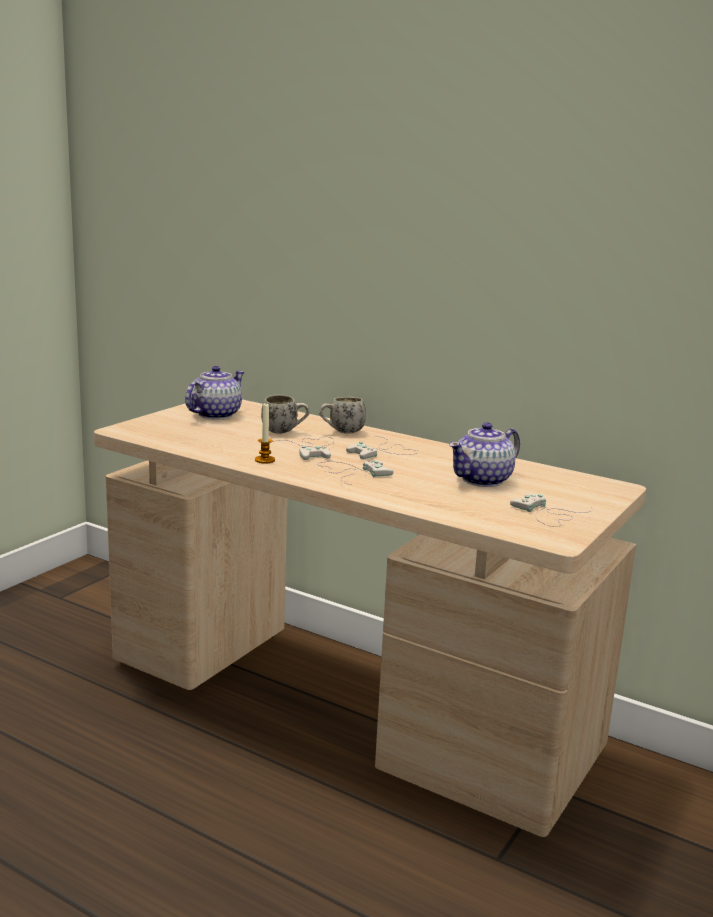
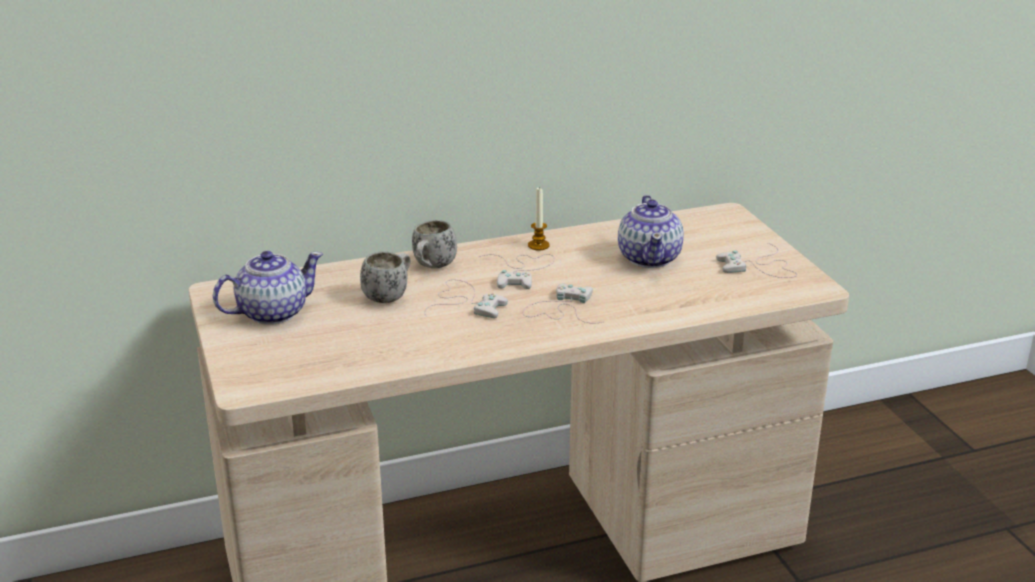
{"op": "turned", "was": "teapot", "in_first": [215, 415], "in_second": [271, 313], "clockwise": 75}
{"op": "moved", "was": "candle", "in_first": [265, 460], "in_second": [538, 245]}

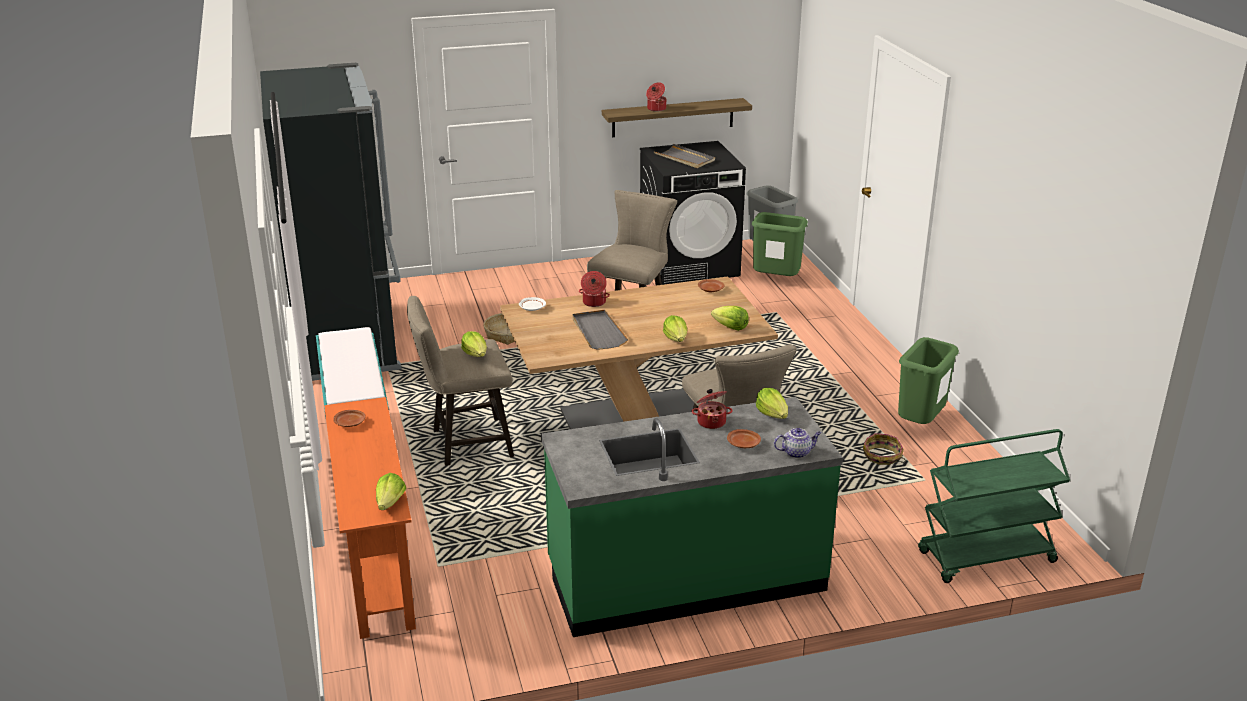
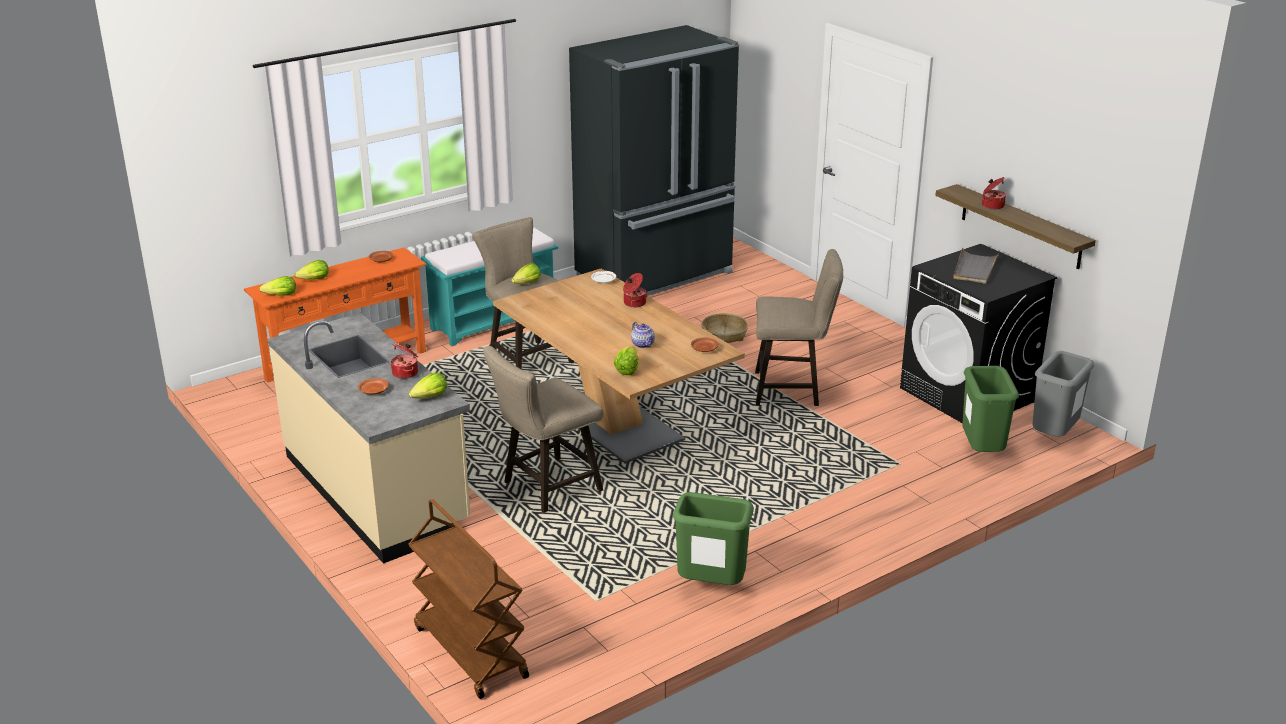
{"op": "recoloured", "was": "green counter", "now": "beige counter", "in_first": [685, 578], "in_second": [377, 491]}
{"op": "moved", "was": "lettuce", "in_first": [676, 339], "in_second": [314, 280]}
{"op": "recoloured", "was": "green cart", "now": "brown cart", "in_first": [986, 558], "in_second": [469, 652]}
{"op": "moved", "was": "teapot", "in_first": [796, 452], "in_second": [643, 344]}
{"op": "removed", "was": "grey tray", "in_first": [598, 332]}
{"op": "removed", "was": "basket", "in_first": [882, 457]}

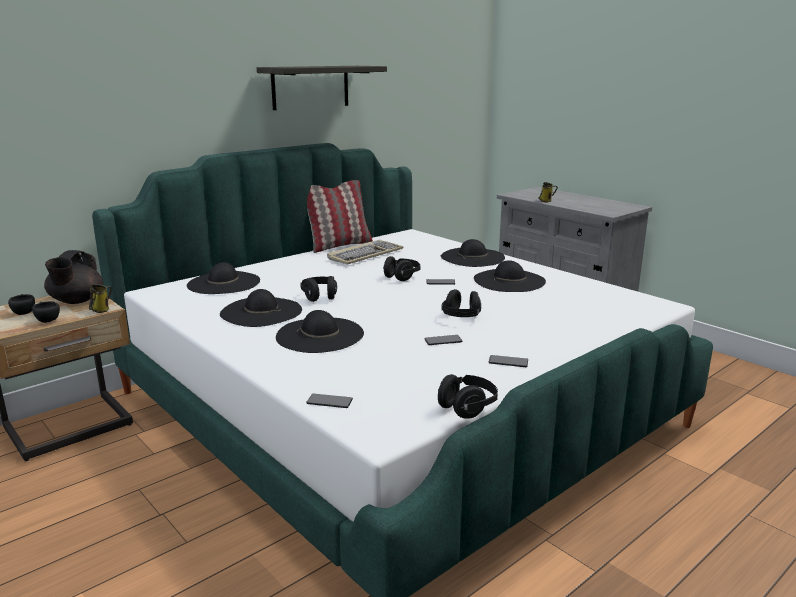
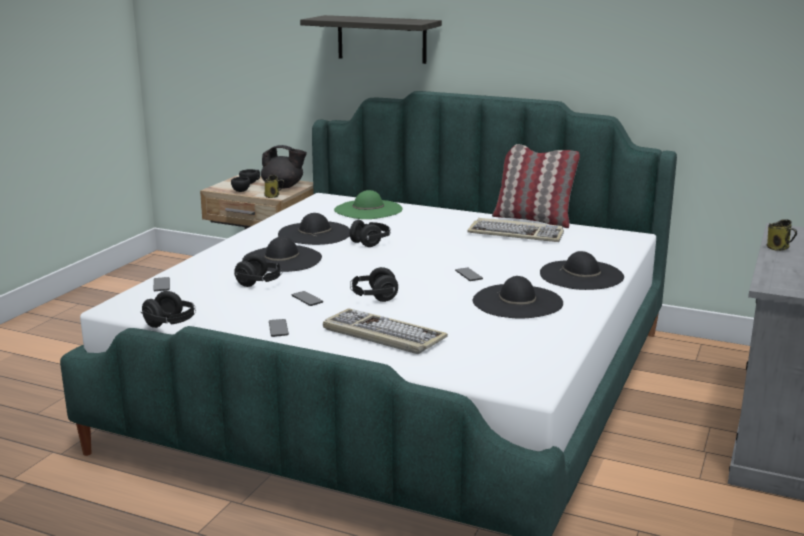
{"op": "moved", "was": "black headphones", "in_first": [402, 277], "in_second": [260, 283]}
{"op": "turned", "was": "black teapot", "in_first": [76, 301], "in_second": [283, 187], "clockwise": -150}
{"op": "moved", "was": "shelf", "in_first": [310, 87], "in_second": [381, 39]}
{"op": "added", "now": "keyboard", "in_second": [381, 335]}
{"op": "recoloured", "was": "black hat", "now": "green hat", "in_first": [224, 283], "in_second": [368, 210]}

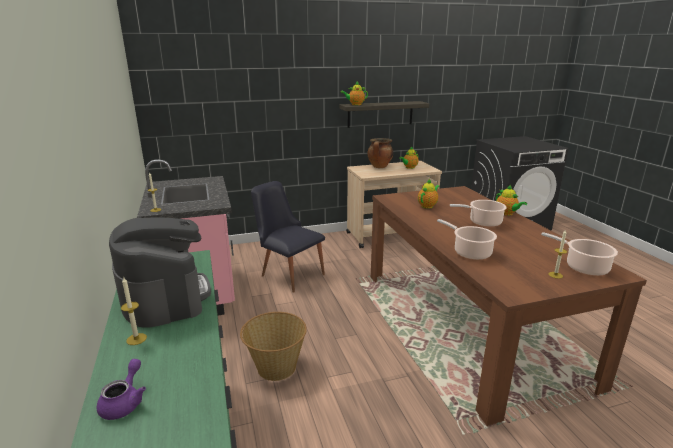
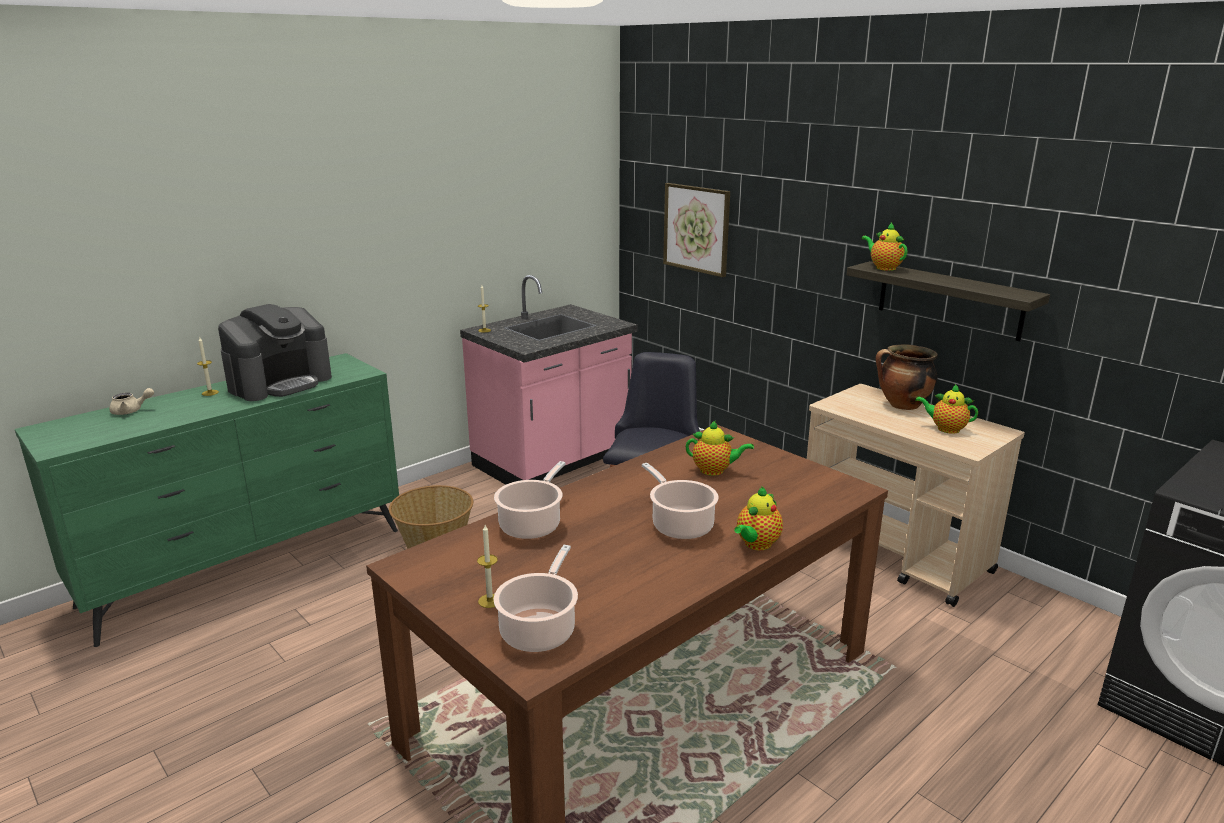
{"op": "recoloured", "was": "purple teapot", "now": "beige teapot", "in_first": [125, 402], "in_second": [131, 411]}
{"op": "added", "now": "picture", "in_second": [696, 229]}

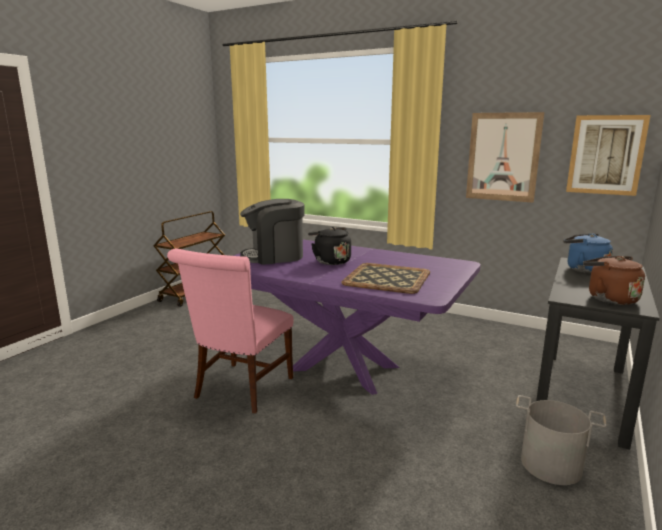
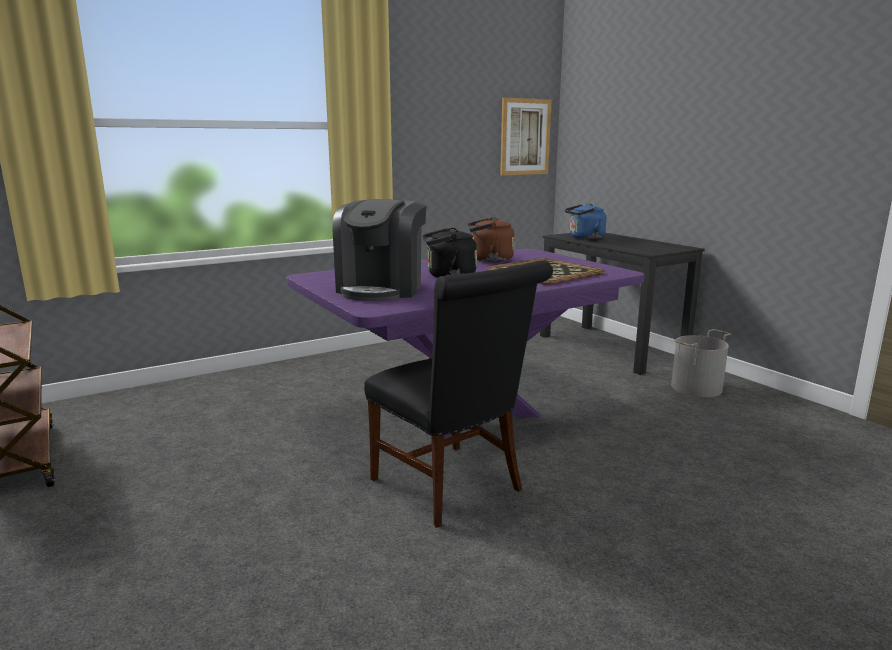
{"op": "recoloured", "was": "pink chair", "now": "black chair", "in_first": [241, 390], "in_second": [452, 487]}
{"op": "moved", "was": "brown kettle", "in_first": [609, 298], "in_second": [489, 260]}
{"op": "removed", "was": "picture", "in_first": [503, 157]}

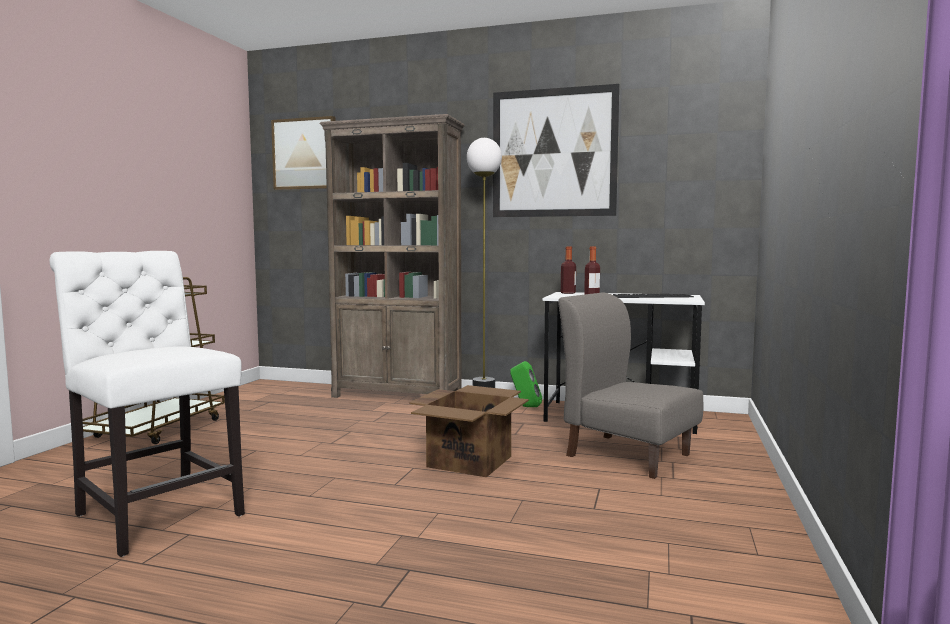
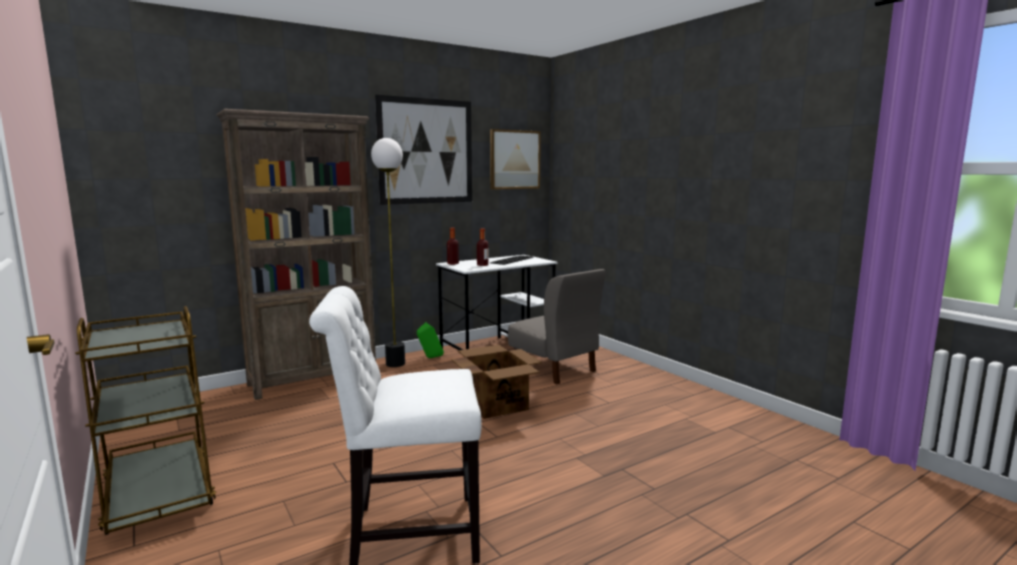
{"op": "moved", "was": "picture", "in_first": [305, 154], "in_second": [514, 159]}
{"op": "turned", "was": "grey chair", "in_first": [627, 454], "in_second": [555, 369], "clockwise": -120}

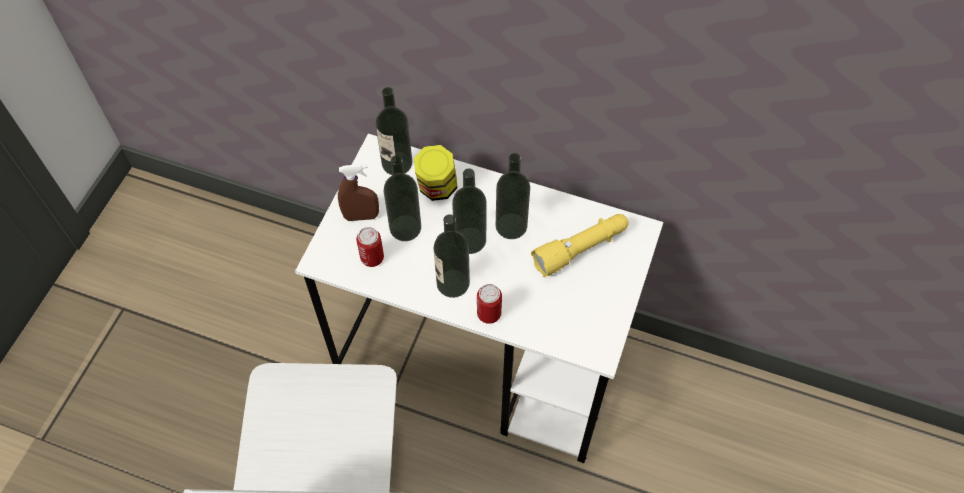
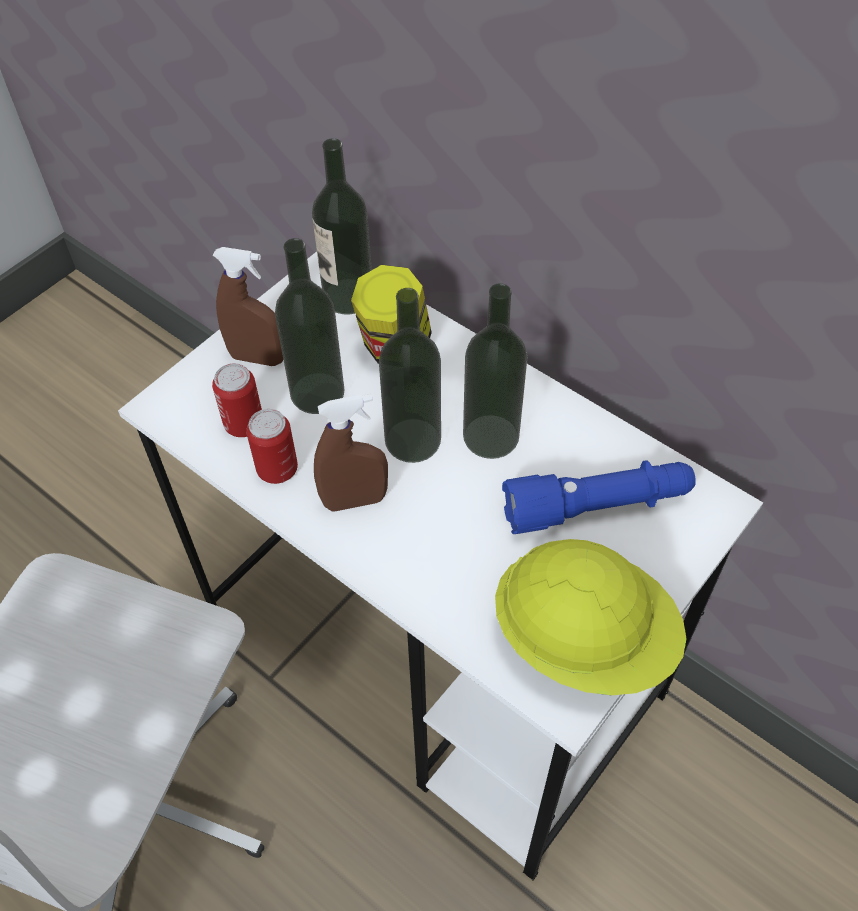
{"op": "moved", "was": "can", "in_first": [489, 314], "in_second": [277, 469]}
{"op": "replaced", "was": "bottle", "now": "brown spray bottle", "in_first": [453, 283], "in_second": [355, 500]}
{"op": "added", "now": "yellow hard hat", "in_second": [584, 638]}
{"op": "recoloured", "was": "yellow flashlight", "now": "blue flashlight", "in_first": [581, 249], "in_second": [597, 506]}

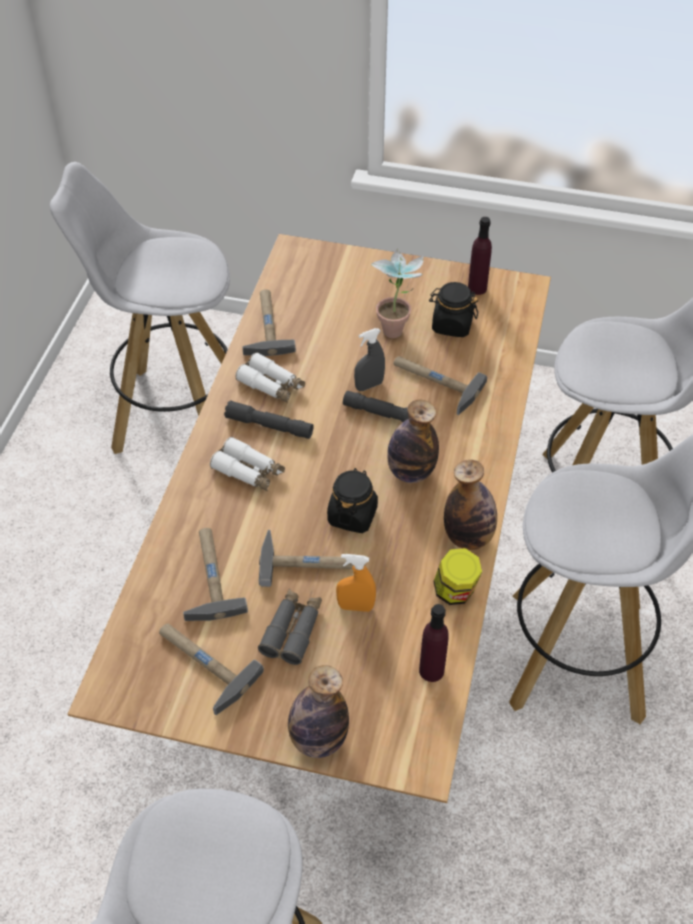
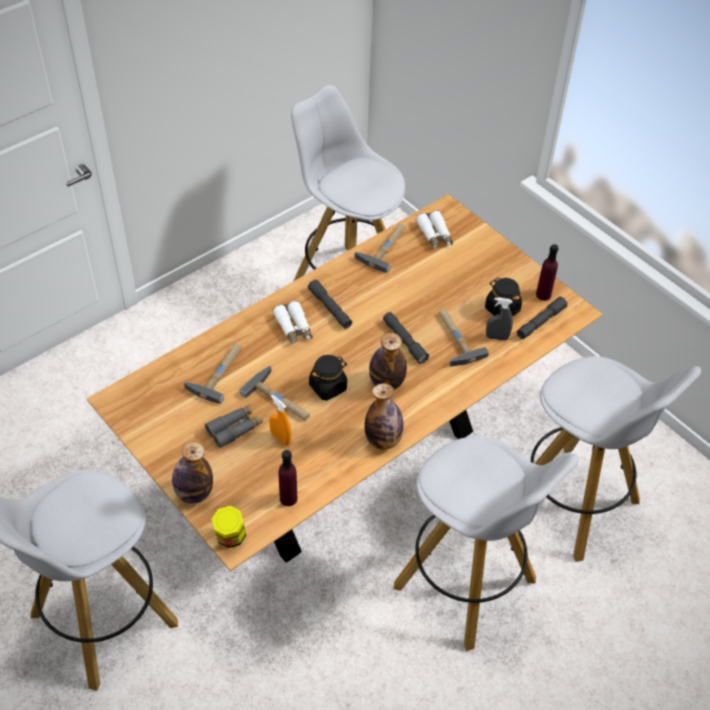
{"op": "moved", "was": "jar", "in_first": [455, 592], "in_second": [230, 537]}
{"op": "moved", "was": "white binoculars", "in_first": [271, 385], "in_second": [434, 235]}
{"op": "moved", "was": "grey spray bottle", "in_first": [369, 385], "in_second": [497, 337]}
{"op": "added", "now": "grey flashlight", "in_second": [540, 322]}
{"op": "removed", "was": "hammer", "in_first": [201, 664]}
{"op": "removed", "was": "potted plant", "in_first": [396, 327]}

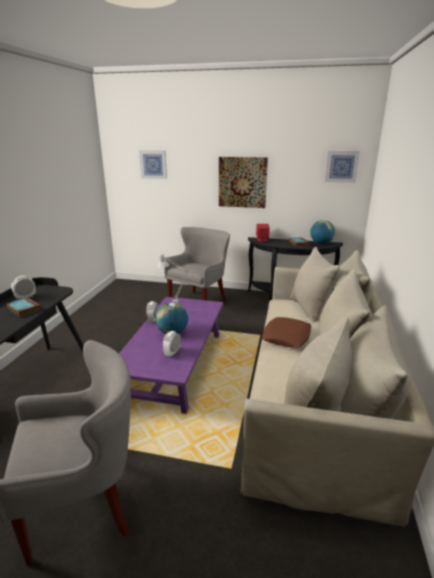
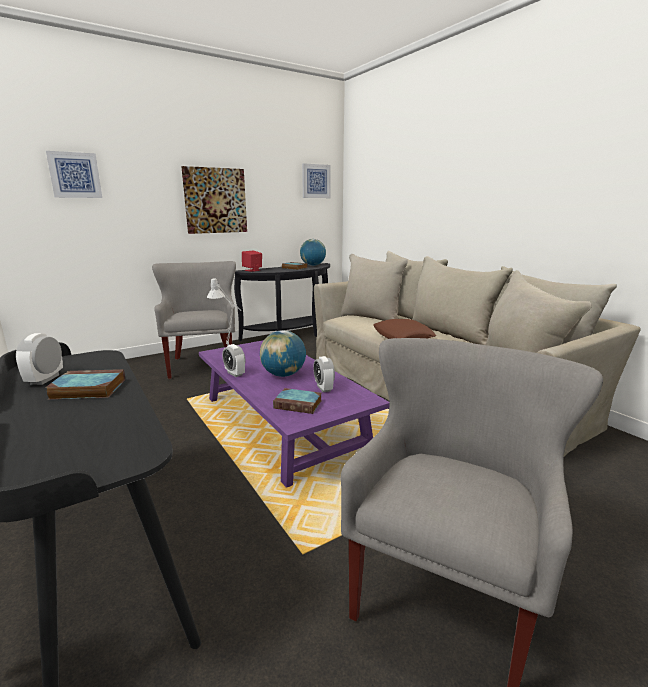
{"op": "added", "now": "book", "in_second": [299, 404]}

